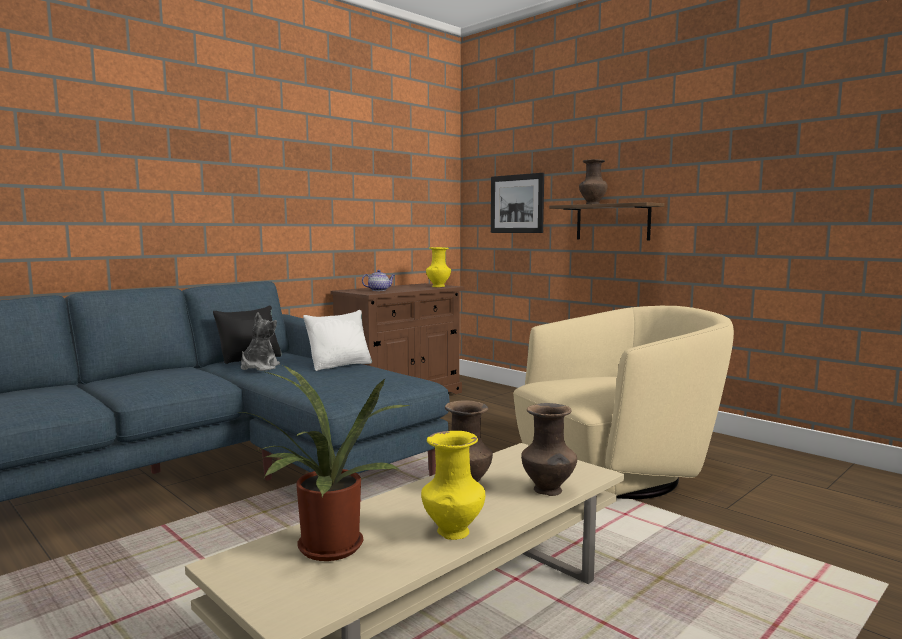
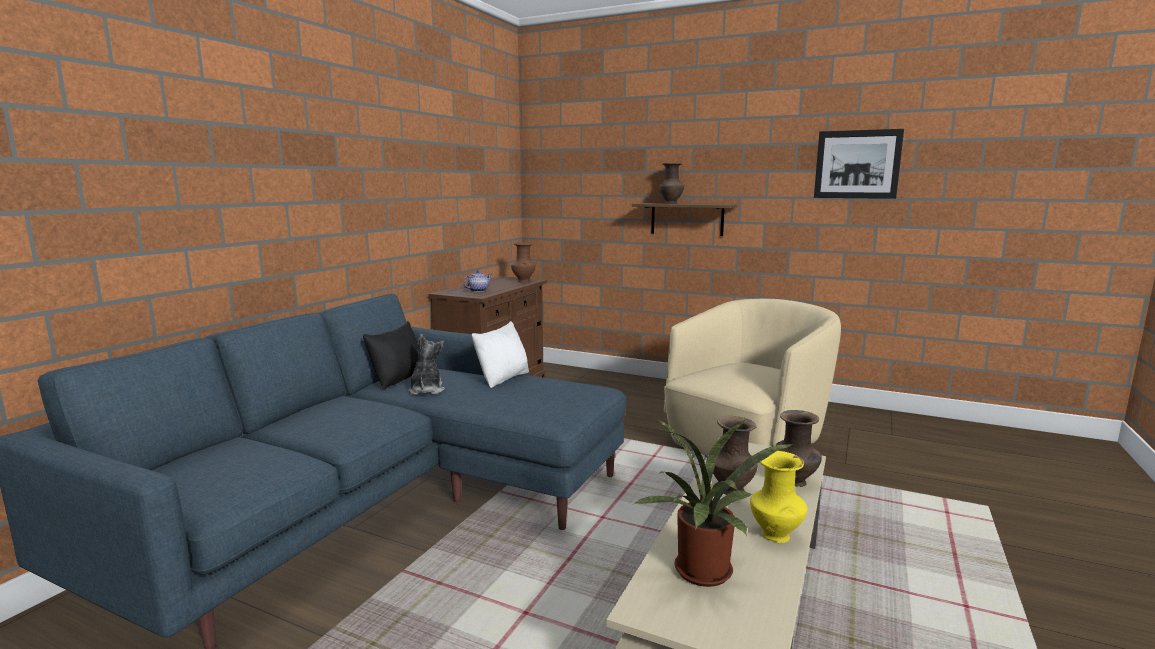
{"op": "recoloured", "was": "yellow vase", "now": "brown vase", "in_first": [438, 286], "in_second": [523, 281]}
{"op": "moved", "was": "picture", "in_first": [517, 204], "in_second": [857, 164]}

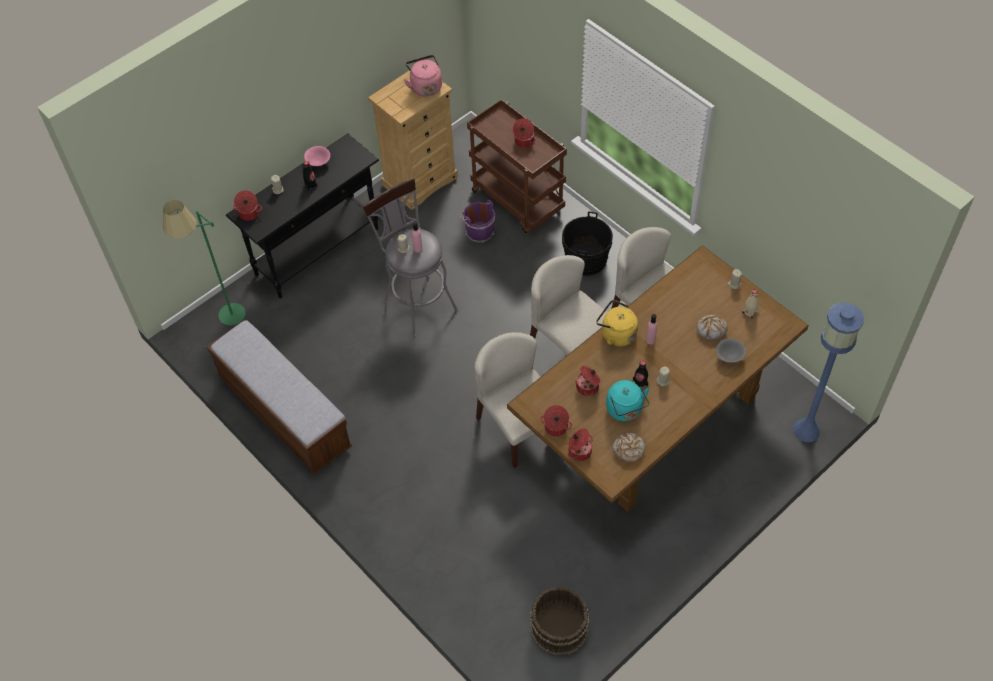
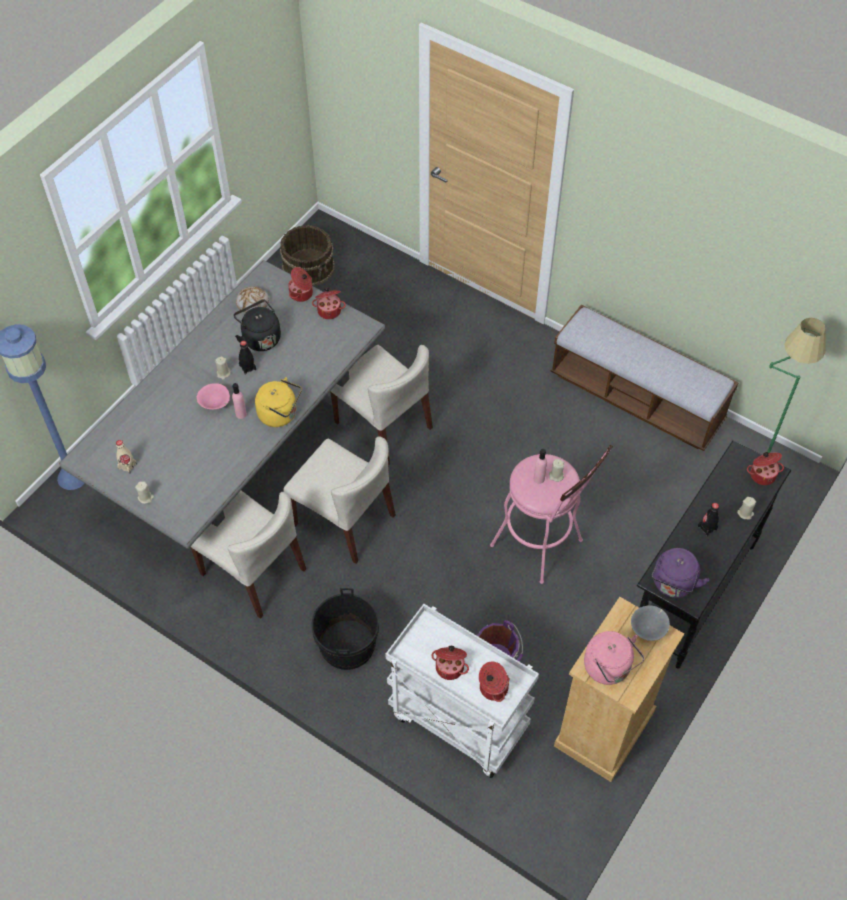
{"op": "recoloured", "was": "brown dining table", "now": "grey dining table", "in_first": [652, 418], "in_second": [242, 460]}
{"op": "moved", "was": "pink bowl", "in_first": [318, 162], "in_second": [215, 404]}
{"op": "recoloured", "was": "turquoise kettle", "now": "black kettle", "in_first": [625, 410], "in_second": [260, 338]}
{"op": "recoloured", "was": "brown cart", "now": "white cart", "in_first": [518, 201], "in_second": [456, 721]}
{"op": "moved", "was": "cooking pot", "in_first": [588, 387], "in_second": [492, 688]}
{"op": "recoloured", "was": "grey stool", "now": "pink stool", "in_first": [417, 302], "in_second": [542, 547]}
{"op": "moved", "was": "grey bowl", "in_first": [729, 356], "in_second": [649, 628]}
{"op": "added", "now": "purple kettle", "in_second": [673, 584]}
{"op": "removed", "was": "bread", "in_first": [711, 329]}

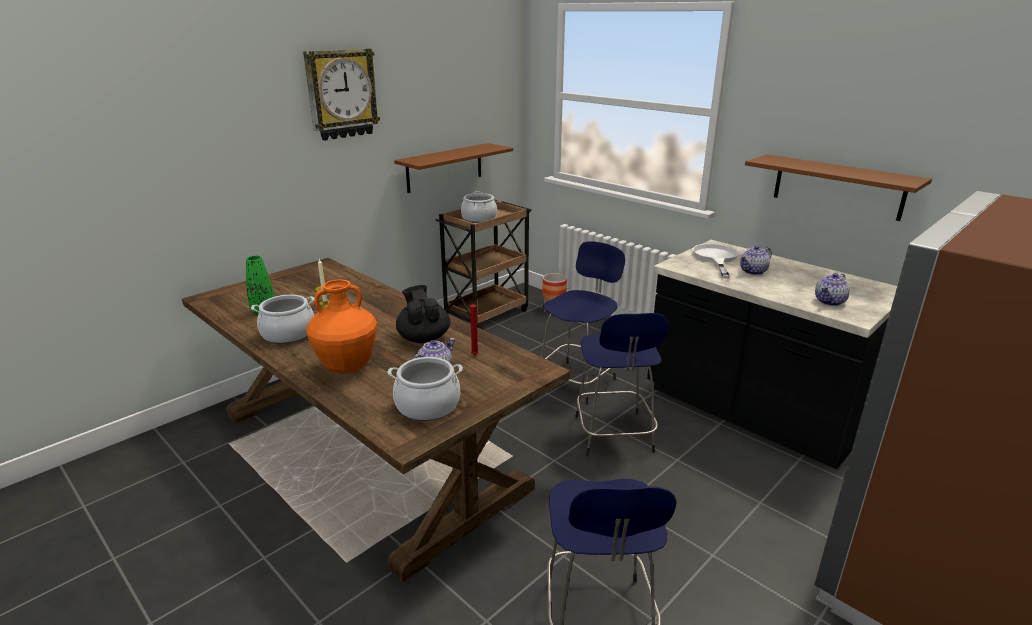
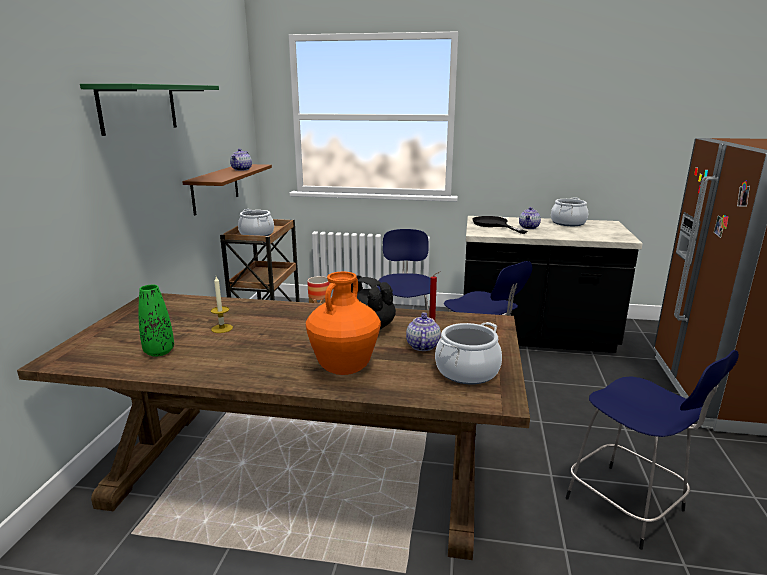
{"op": "replaced", "was": "wall clock", "now": "green shelf", "in_first": [341, 94], "in_second": [139, 108]}
{"op": "moved", "was": "teapot", "in_first": [830, 302], "in_second": [242, 169]}
{"op": "recoloured", "was": "white frying pan", "now": "black frying pan", "in_first": [715, 258], "in_second": [494, 225]}
{"op": "moved", "was": "cooking pot", "in_first": [288, 334], "in_second": [568, 223]}
{"op": "removed", "was": "brown shelf", "in_first": [838, 187]}

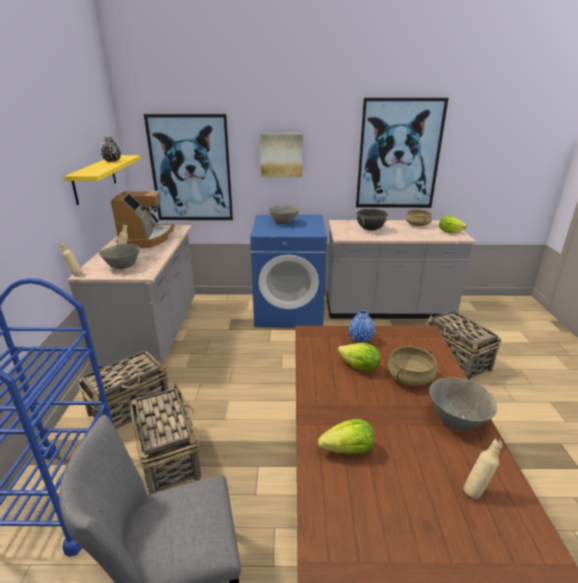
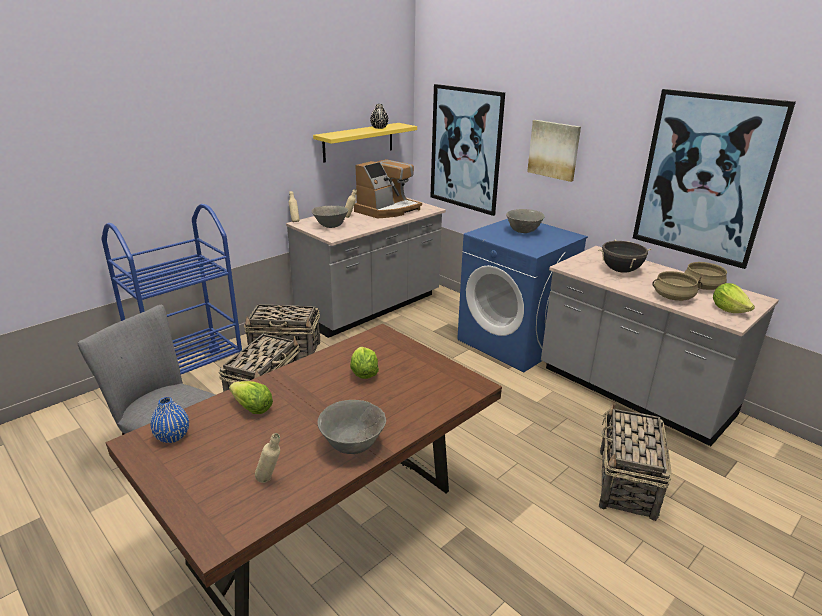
{"op": "moved", "was": "blue vase", "in_first": [360, 339], "in_second": [172, 436]}
{"op": "moved", "was": "beige cooking pot", "in_first": [410, 378], "in_second": [673, 297]}

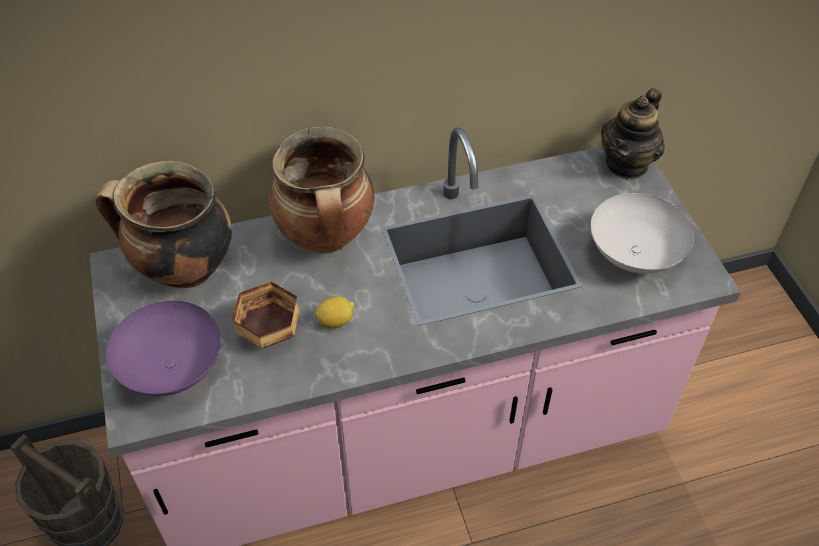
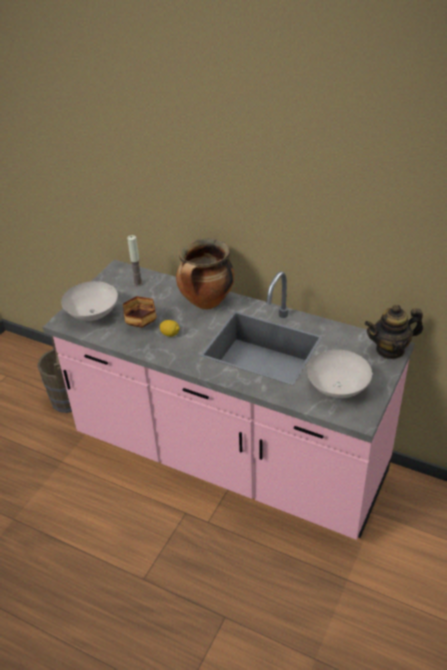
{"op": "recoloured", "was": "purple bowl", "now": "white bowl", "in_first": [173, 367], "in_second": [93, 314]}
{"op": "replaced", "was": "cooking pot", "now": "candle", "in_first": [183, 270], "in_second": [138, 283]}

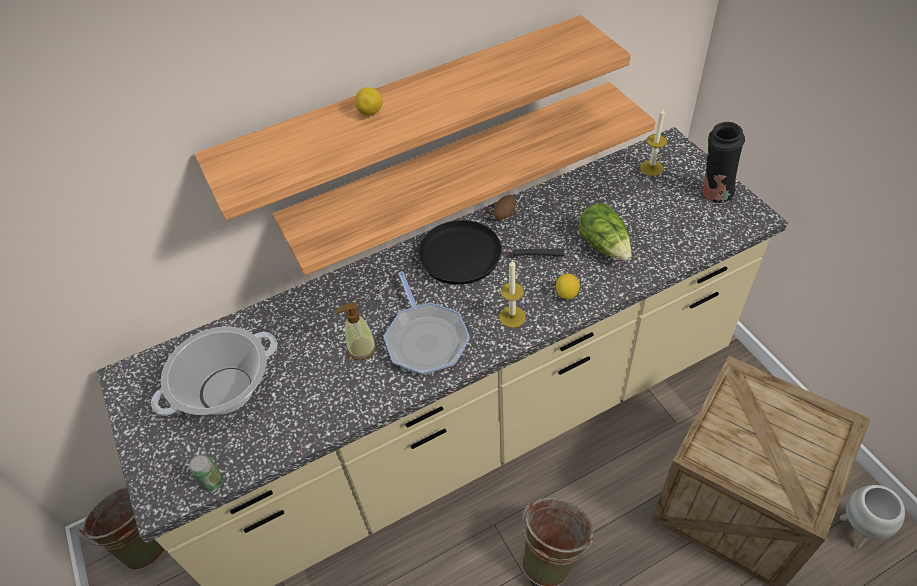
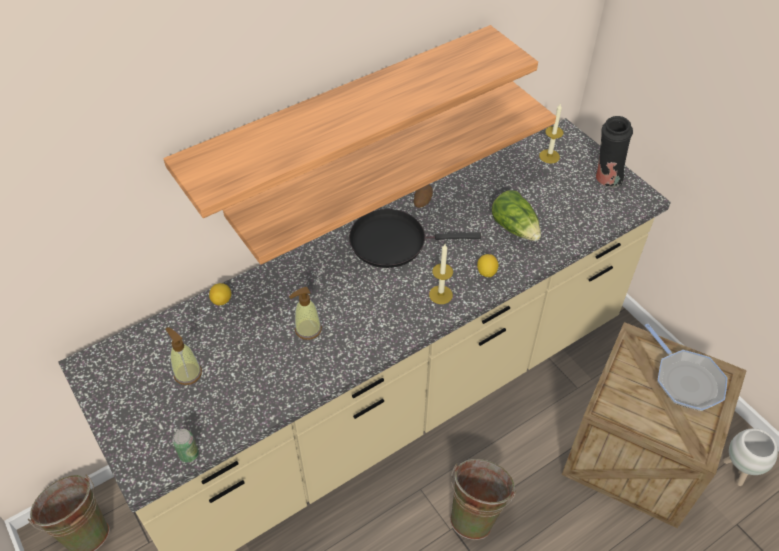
{"op": "replaced", "was": "cooking pot", "now": "soap dispenser", "in_first": [226, 390], "in_second": [187, 373]}
{"op": "moved", "was": "lemon", "in_first": [371, 112], "in_second": [222, 300]}
{"op": "moved", "was": "frying pan", "in_first": [425, 339], "in_second": [686, 380]}

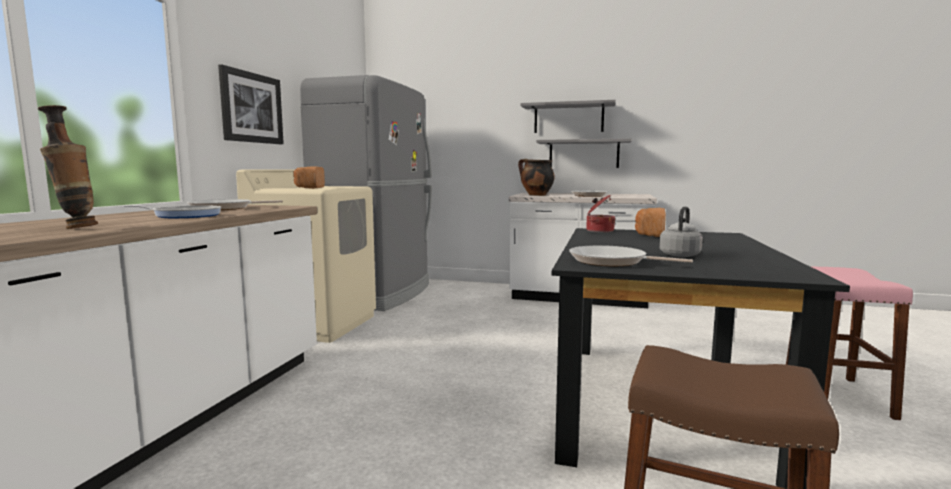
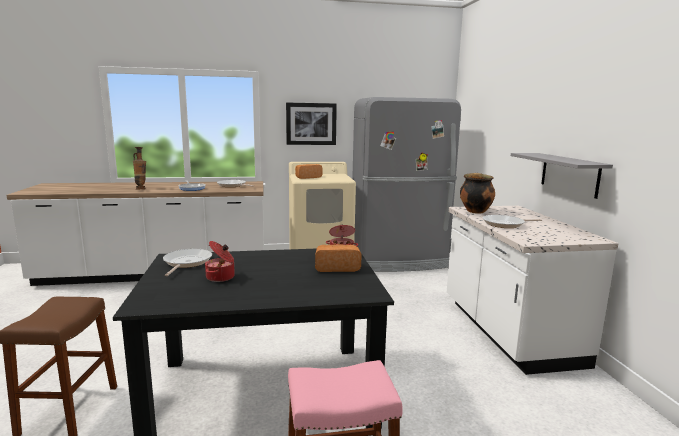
{"op": "replaced", "was": "grey kettle", "now": "cooking pot", "in_first": [680, 255], "in_second": [221, 277]}
{"op": "removed", "was": "grey shelf", "in_first": [568, 118]}

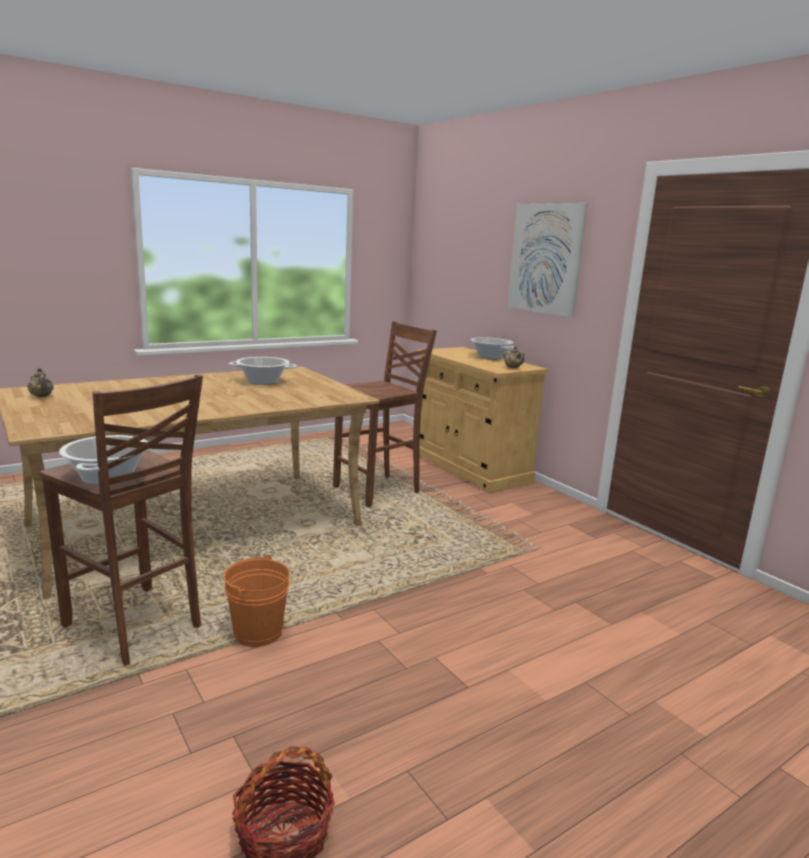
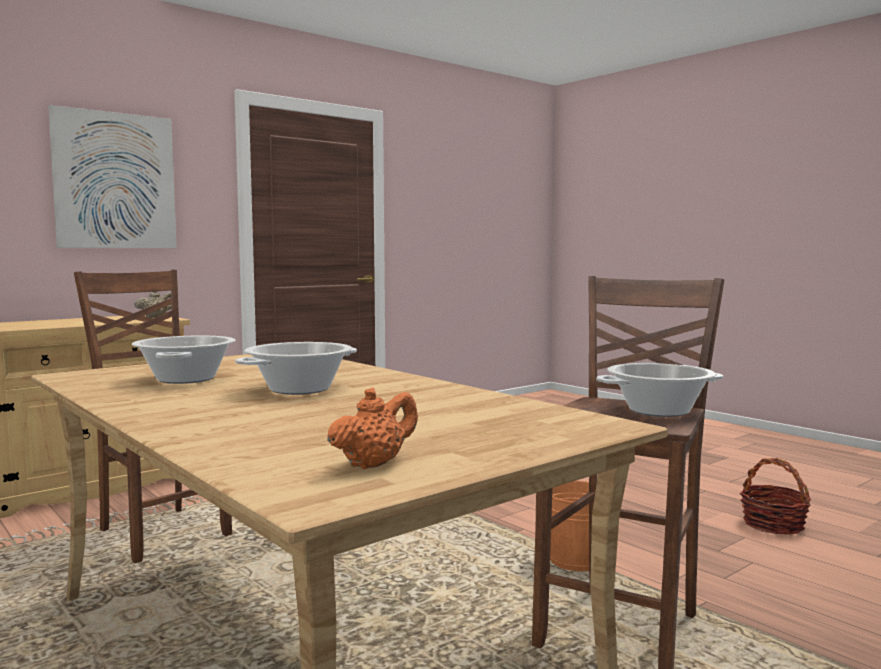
{"op": "moved", "was": "cooking pot", "in_first": [490, 357], "in_second": [299, 389]}
{"op": "recoloured", "was": "beige teapot", "now": "orange teapot", "in_first": [41, 397], "in_second": [374, 464]}

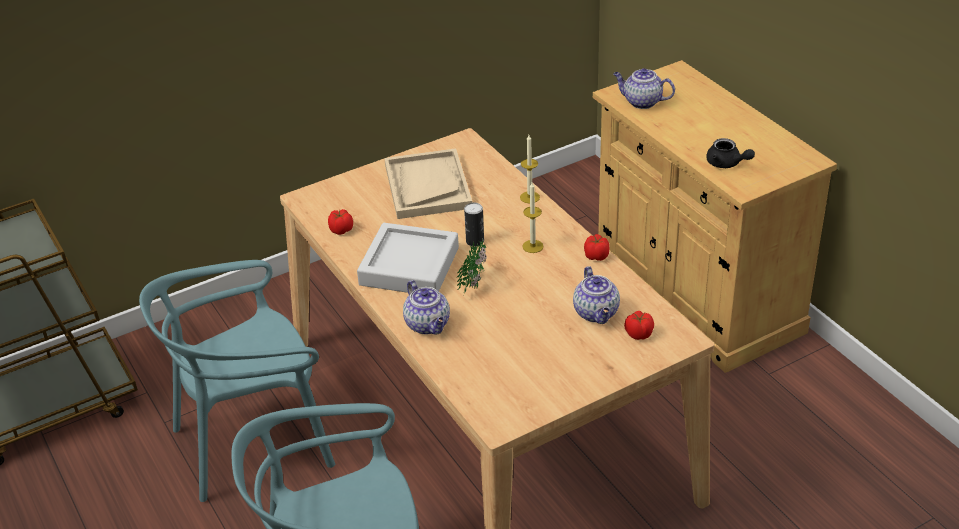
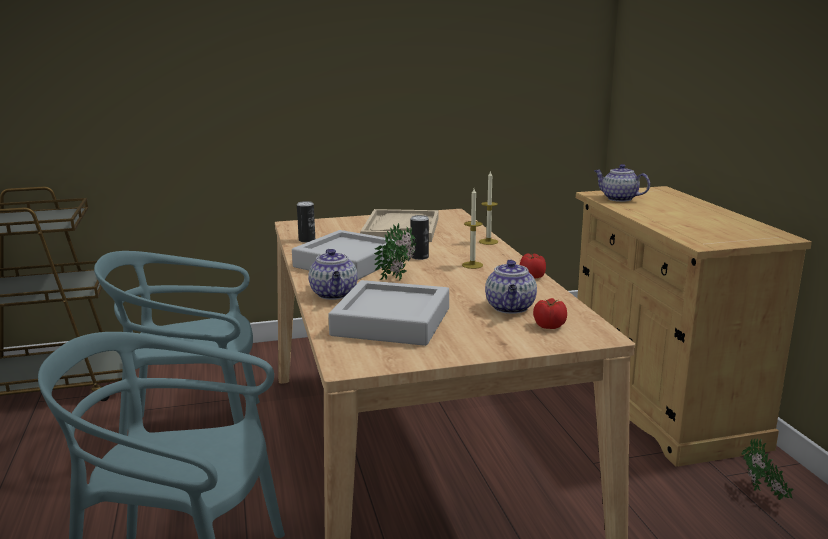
{"op": "replaced", "was": "tomato", "now": "can", "in_first": [341, 230], "in_second": [307, 240]}
{"op": "added", "now": "grey tray", "in_second": [391, 322]}
{"op": "added", "now": "potted plant", "in_second": [762, 494]}
{"op": "removed", "was": "black teapot", "in_first": [727, 164]}

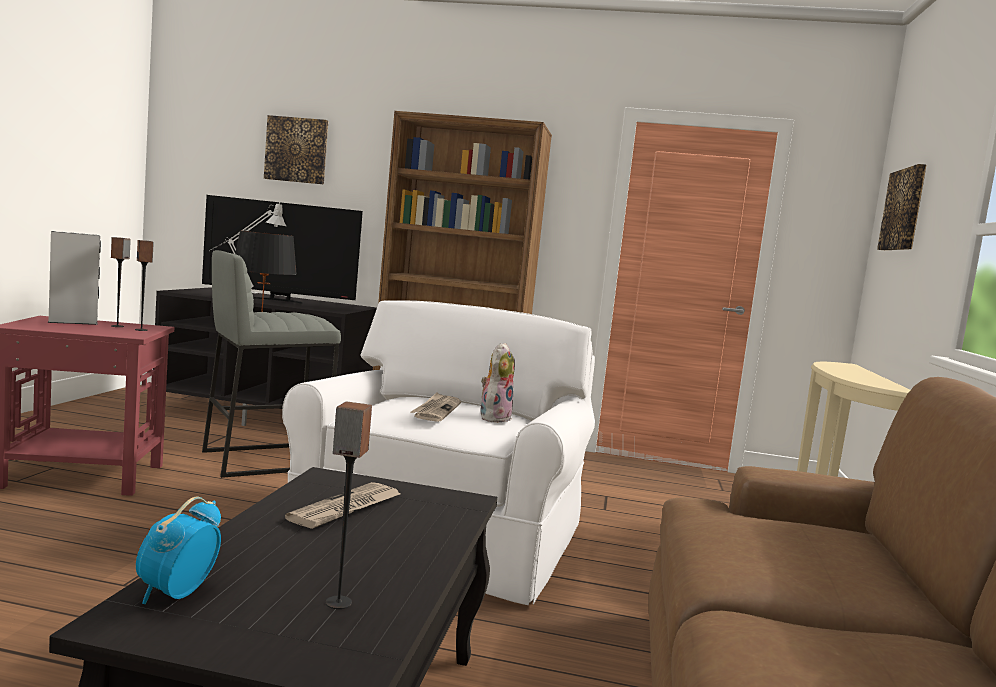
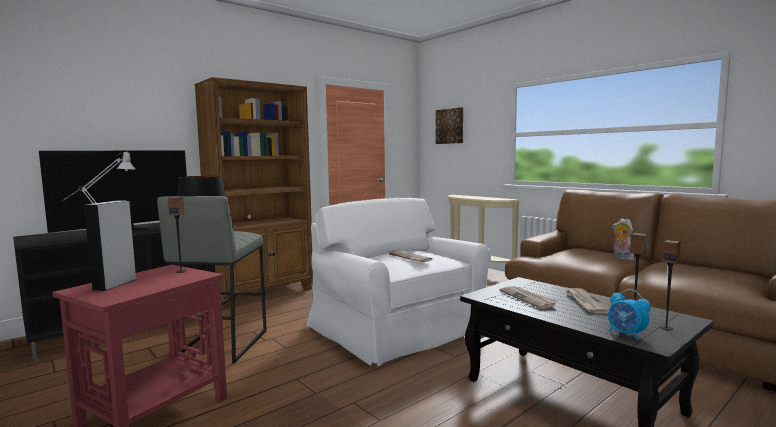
{"op": "added", "now": "newspaper", "in_second": [586, 302]}
{"op": "moved", "was": "plush toy", "in_first": [494, 418], "in_second": [621, 258]}
{"op": "moved", "was": "speaker", "in_first": [117, 326], "in_second": [666, 328]}
{"op": "removed", "was": "picture", "in_first": [297, 150]}

